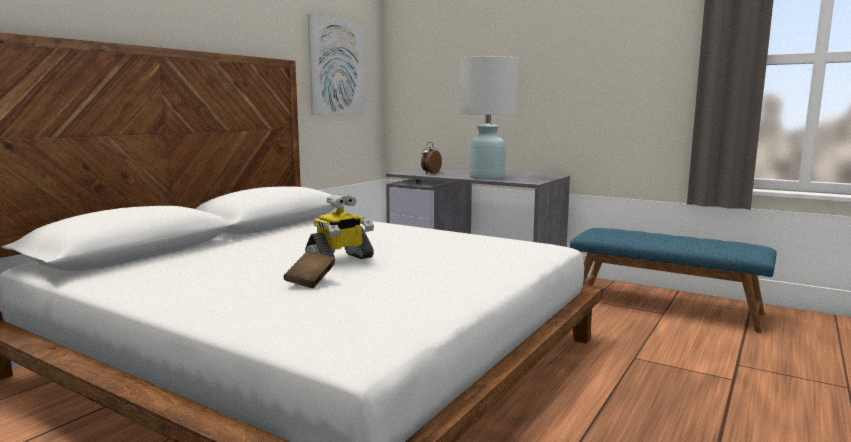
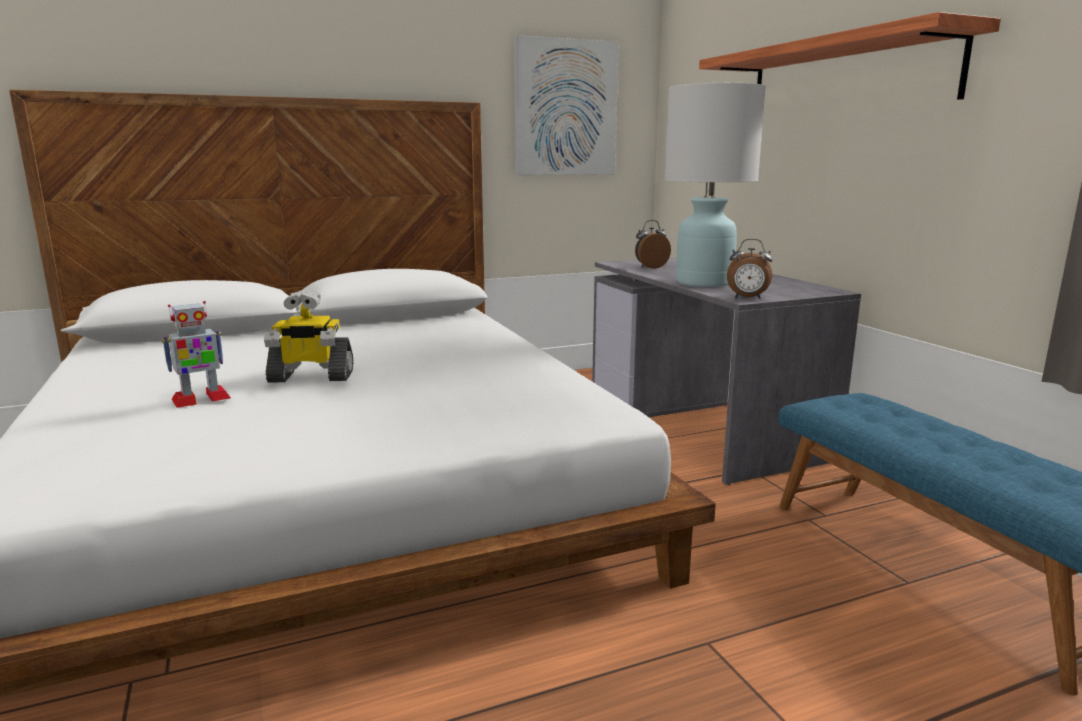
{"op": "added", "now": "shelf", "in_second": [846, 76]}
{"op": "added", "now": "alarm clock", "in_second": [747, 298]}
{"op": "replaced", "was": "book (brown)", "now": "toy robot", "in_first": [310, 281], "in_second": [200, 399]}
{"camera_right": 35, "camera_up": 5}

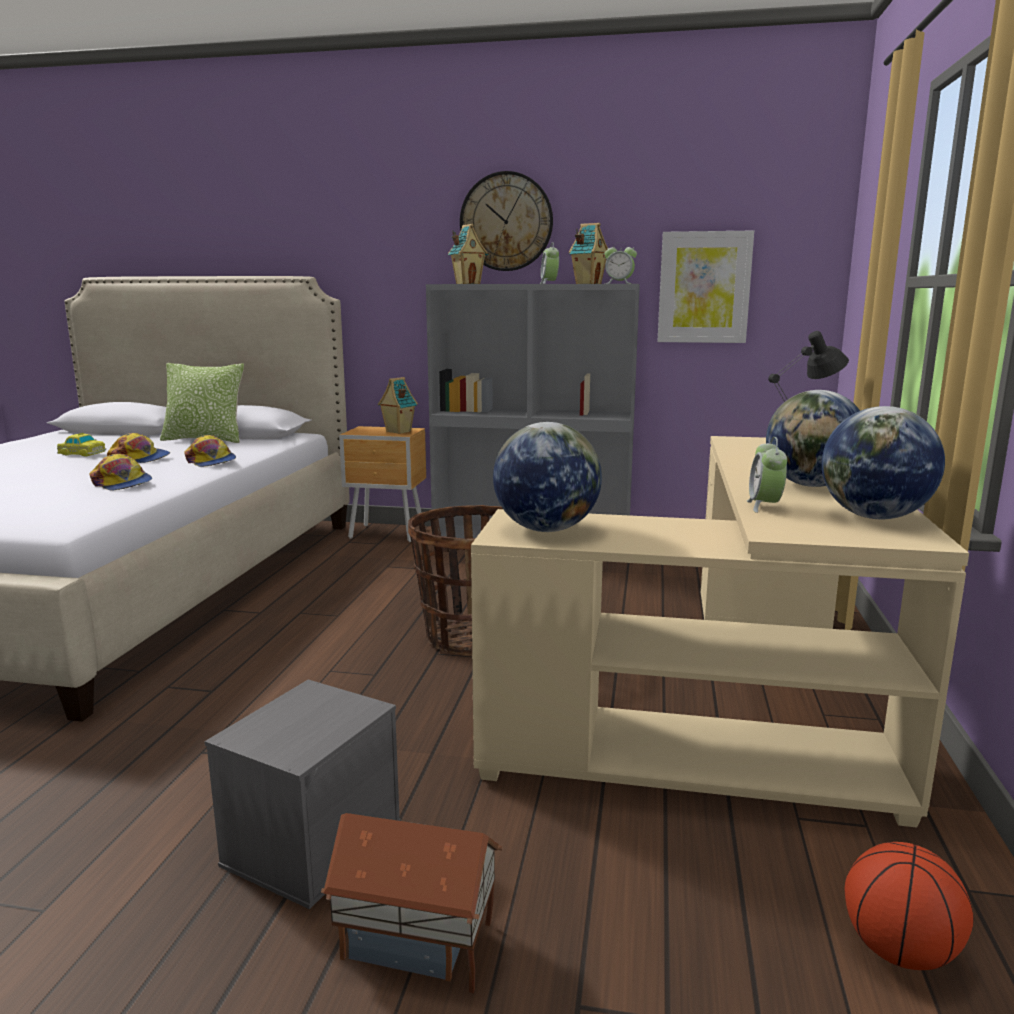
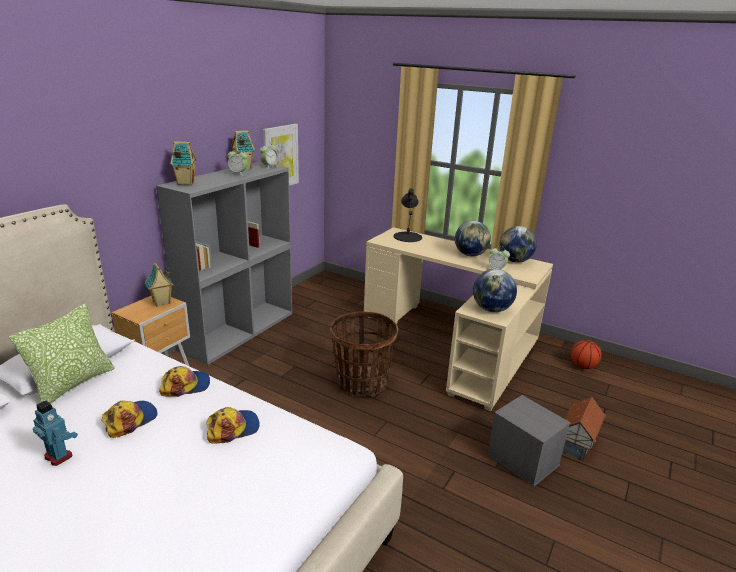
{"op": "removed", "was": "wall clock", "in_first": [506, 222]}
{"op": "replaced", "was": "toy car", "now": "toy robot", "in_first": [81, 453], "in_second": [59, 456]}
{"camera_right": -70, "camera_up": 10}

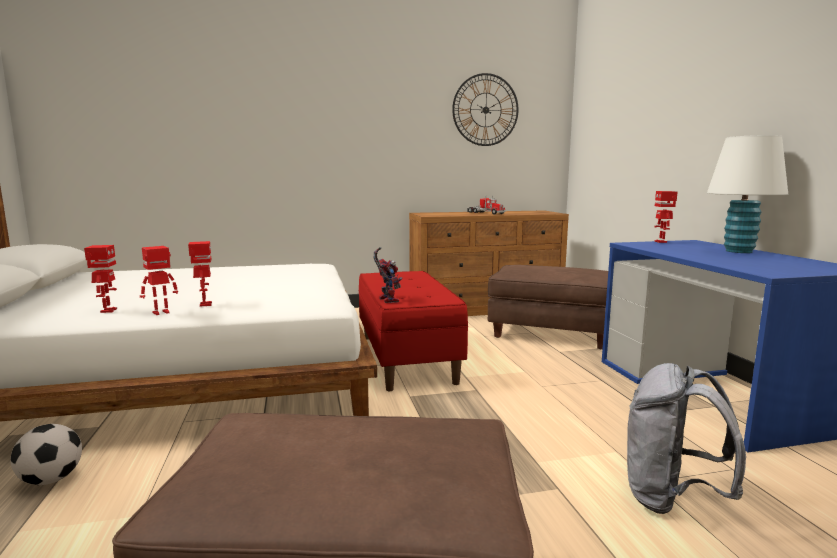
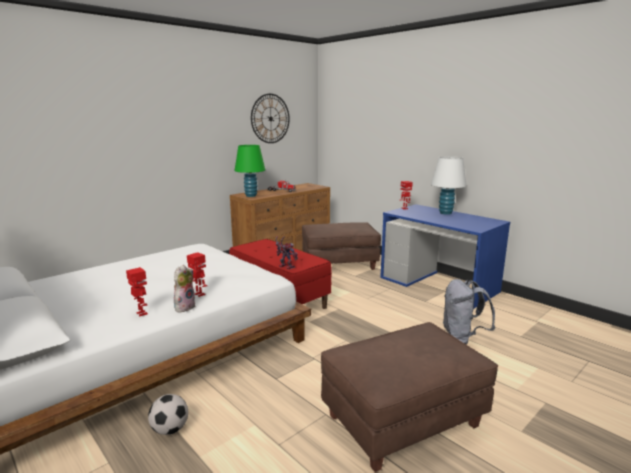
{"op": "added", "now": "table lamp (green)", "in_second": [251, 195]}
{"op": "replaced", "was": "toy robot", "now": "plush toy", "in_first": [161, 313], "in_second": [184, 307]}
{"camera_right": -30, "camera_up": 5}

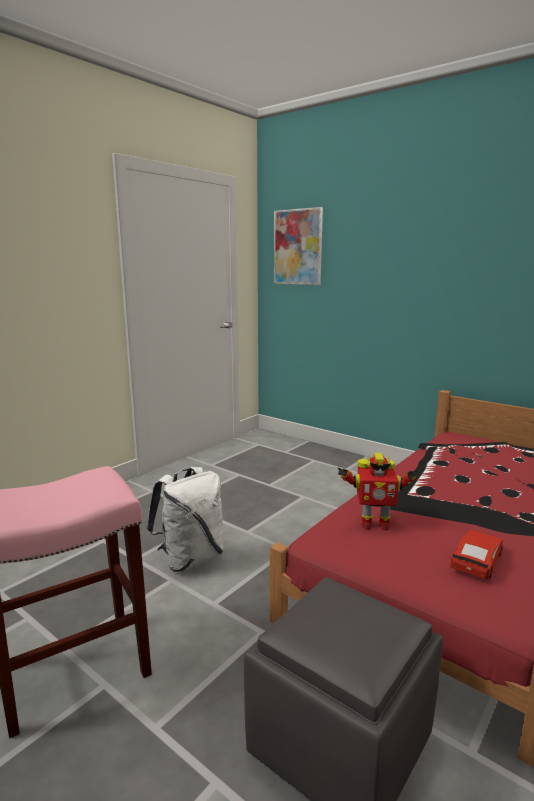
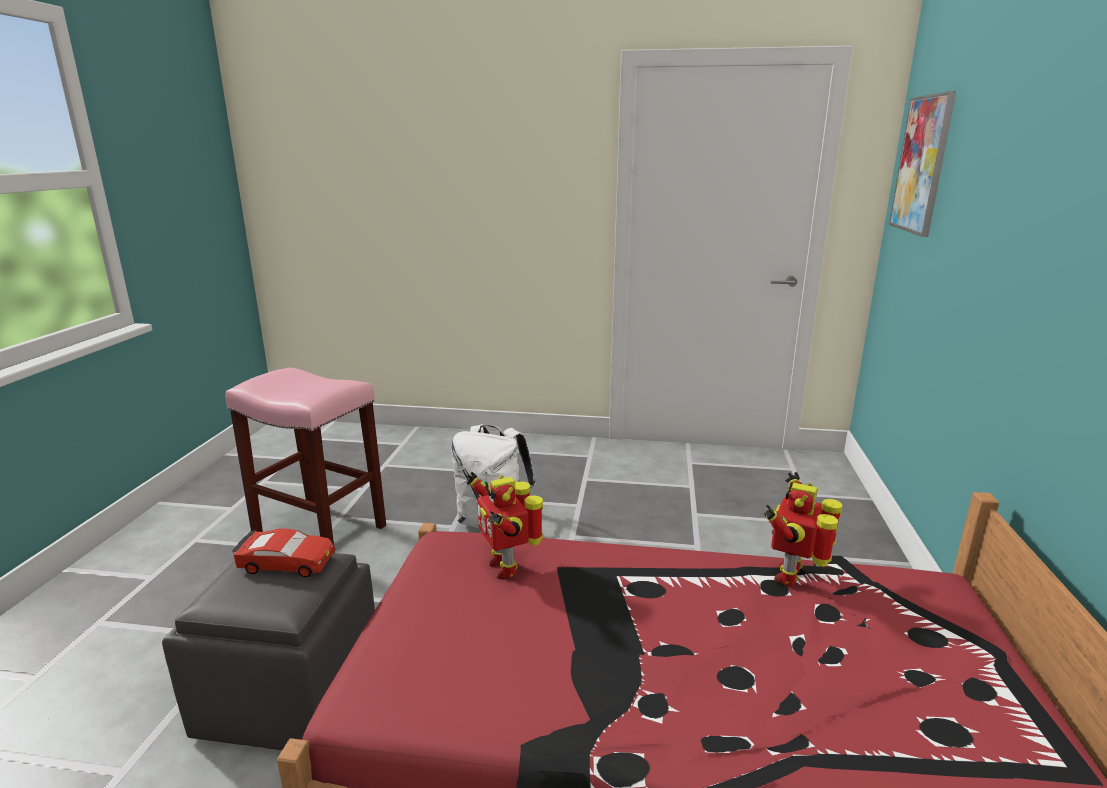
{"op": "added", "now": "toy robot", "in_second": [791, 575]}
{"op": "moved", "was": "toy car (red)", "in_first": [476, 561], "in_second": [286, 563]}
{"camera_right": 60, "camera_up": 5}

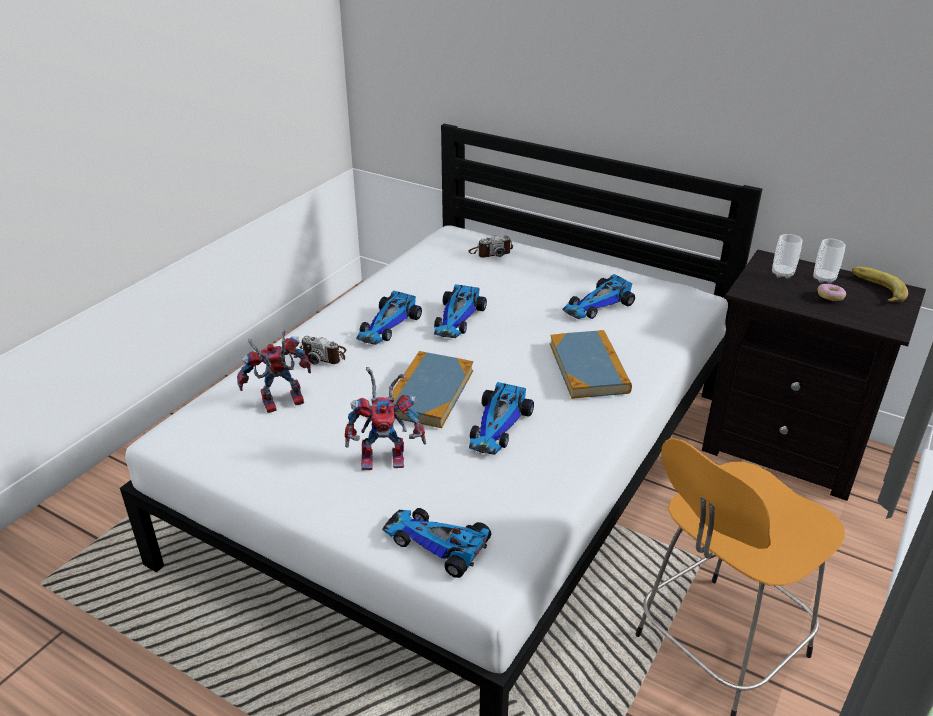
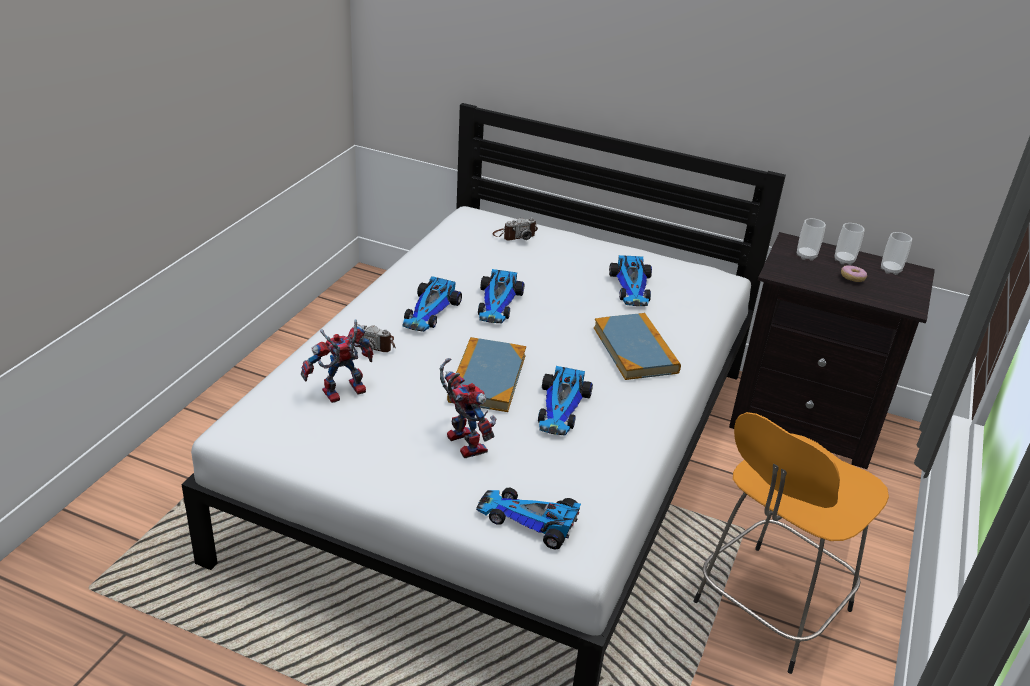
{"op": "replaced", "was": "banana", "now": "cup", "in_first": [875, 289], "in_second": [890, 270]}
{"op": "turned", "was": "toy robot", "in_first": [387, 457], "in_second": [461, 442], "clockwise": -105}
{"op": "turned", "was": "toy car", "in_first": [598, 305], "in_second": [632, 288], "clockwise": -45}
{"camera_right": -10, "camera_up": 0}

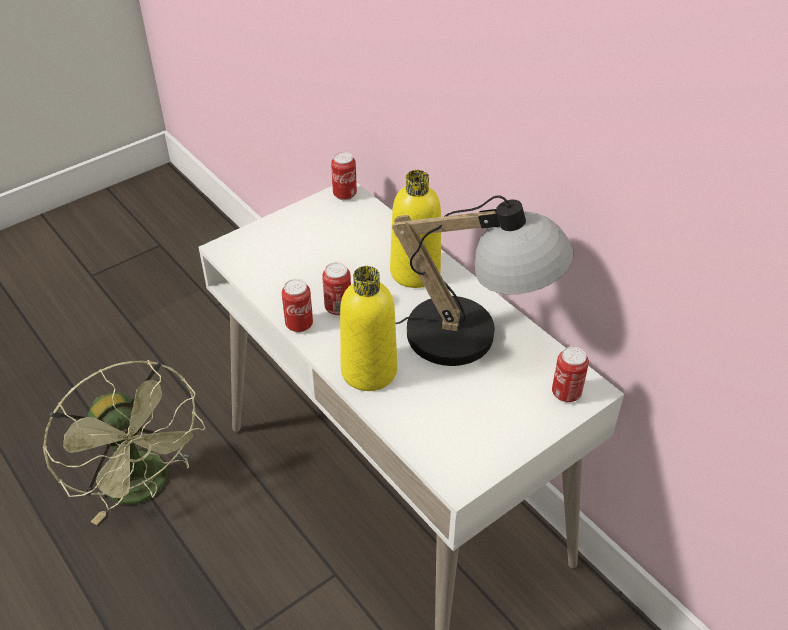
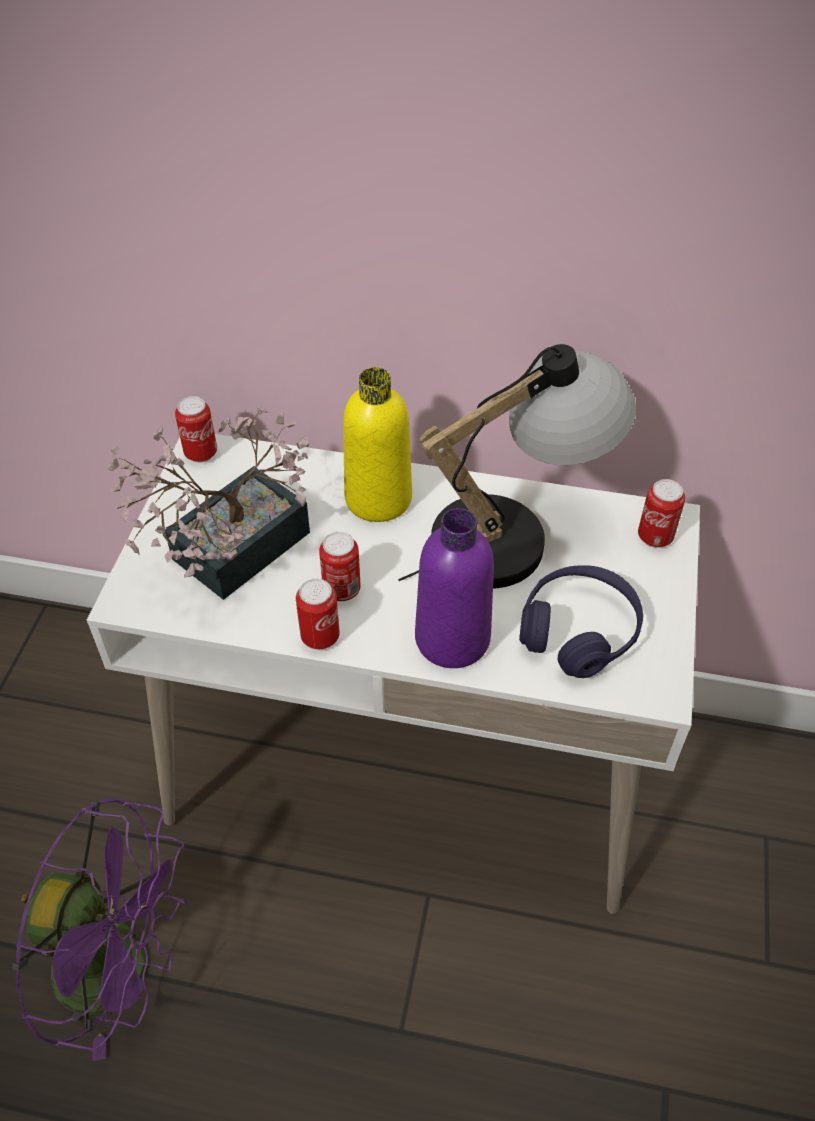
{"op": "added", "now": "potted plant", "in_second": [228, 554]}
{"op": "added", "now": "headphones (purple)", "in_second": [578, 631]}
{"op": "recoloured", "was": "fan (green)", "now": "fan (purple)", "in_first": [145, 488], "in_second": [123, 968]}
{"op": "recoloured", "was": "bottle (yellow)", "now": "bottle (purple)", "in_first": [369, 371], "in_second": [452, 639]}
{"camera_right": -40, "camera_up": 5}

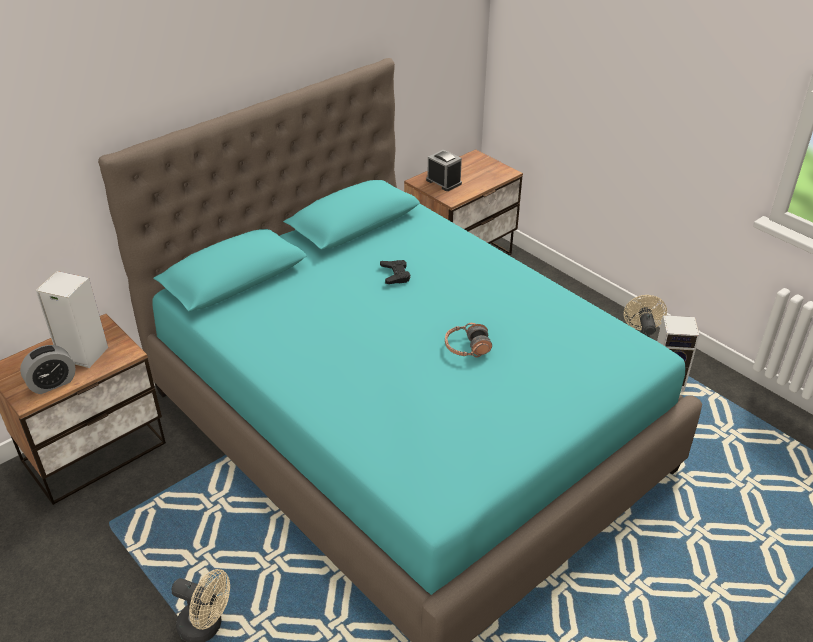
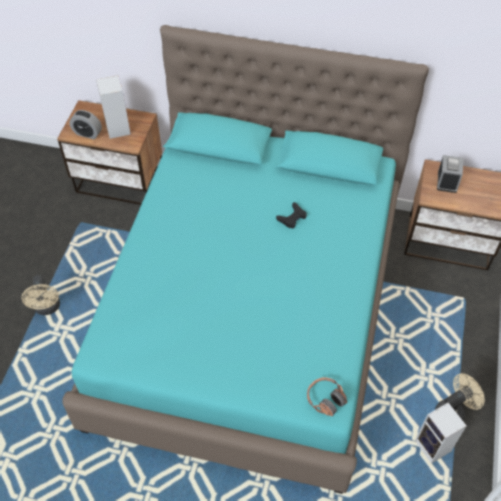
{"op": "moved", "was": "headphones", "in_first": [467, 348], "in_second": [325, 399]}
{"camera_right": 55, "camera_up": 15}

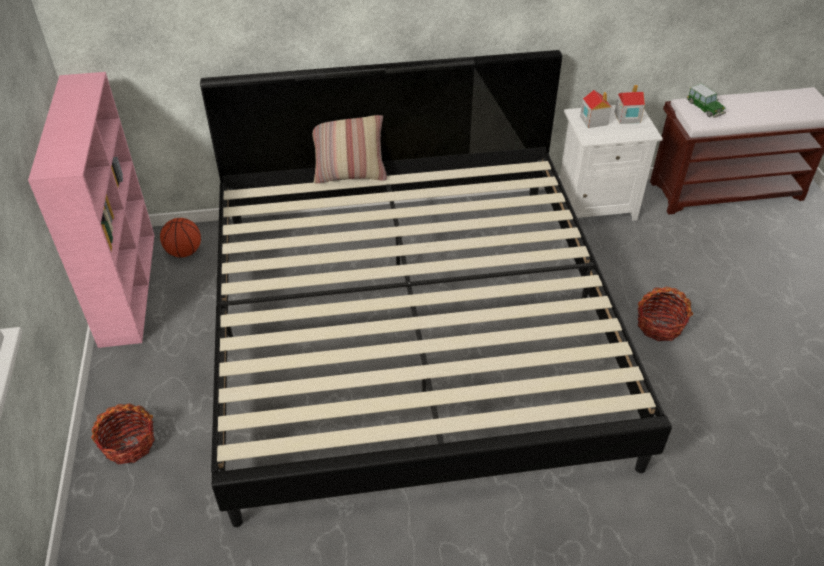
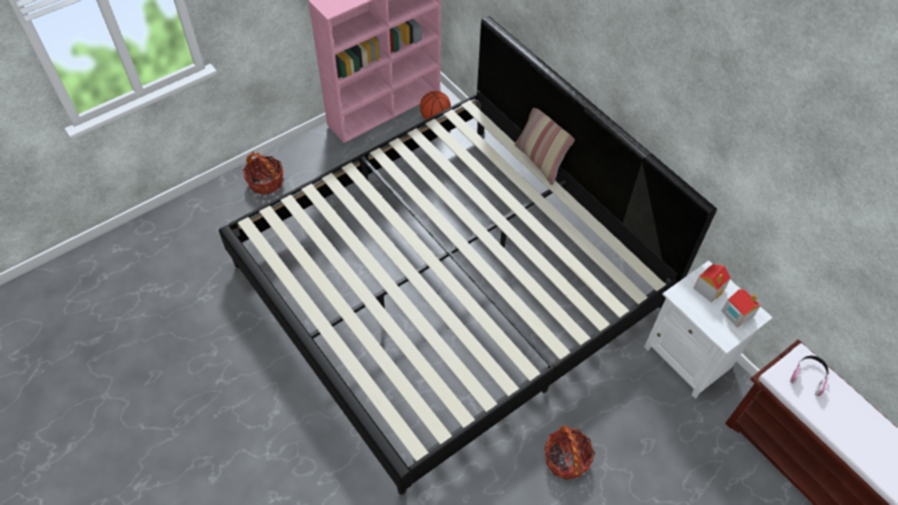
{"op": "replaced", "was": "toy car", "now": "headphones", "in_first": [705, 108], "in_second": [809, 376]}
{"camera_right": 60, "camera_up": 10}

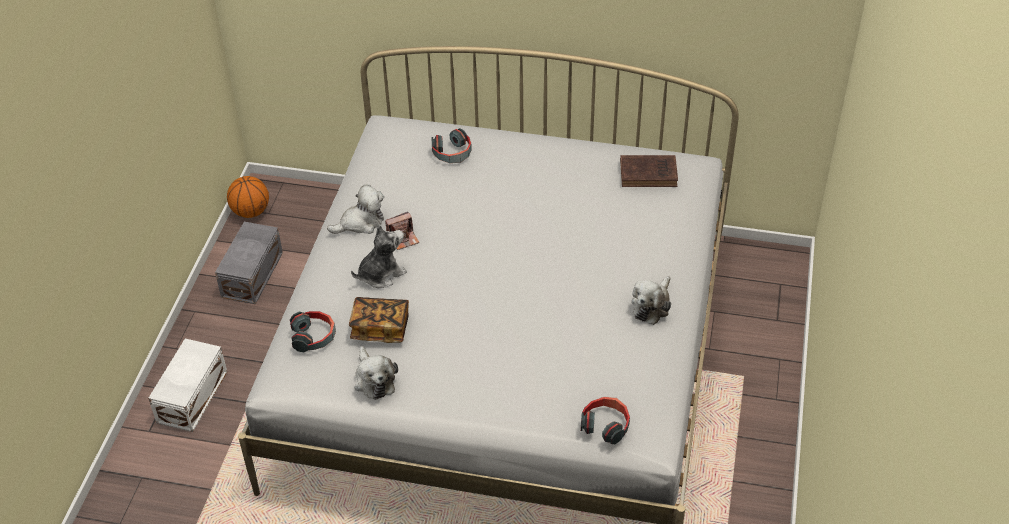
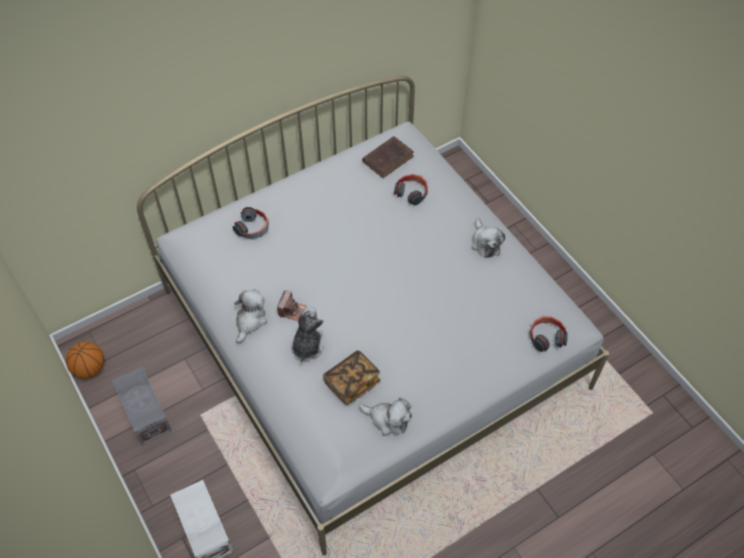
{"op": "moved", "was": "headphones", "in_first": [314, 337], "in_second": [412, 193]}
{"camera_right": -45, "camera_up": 10}

